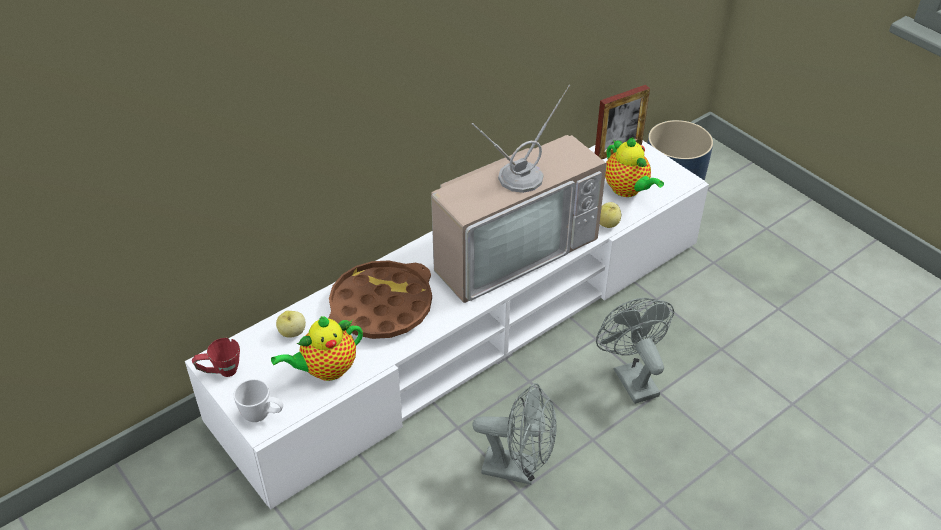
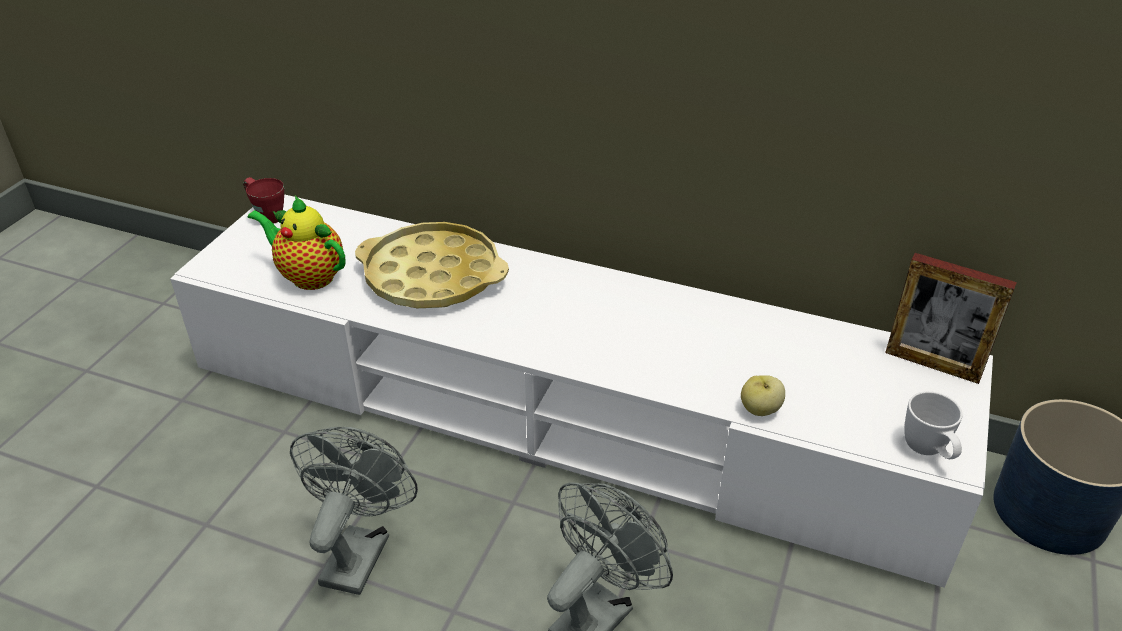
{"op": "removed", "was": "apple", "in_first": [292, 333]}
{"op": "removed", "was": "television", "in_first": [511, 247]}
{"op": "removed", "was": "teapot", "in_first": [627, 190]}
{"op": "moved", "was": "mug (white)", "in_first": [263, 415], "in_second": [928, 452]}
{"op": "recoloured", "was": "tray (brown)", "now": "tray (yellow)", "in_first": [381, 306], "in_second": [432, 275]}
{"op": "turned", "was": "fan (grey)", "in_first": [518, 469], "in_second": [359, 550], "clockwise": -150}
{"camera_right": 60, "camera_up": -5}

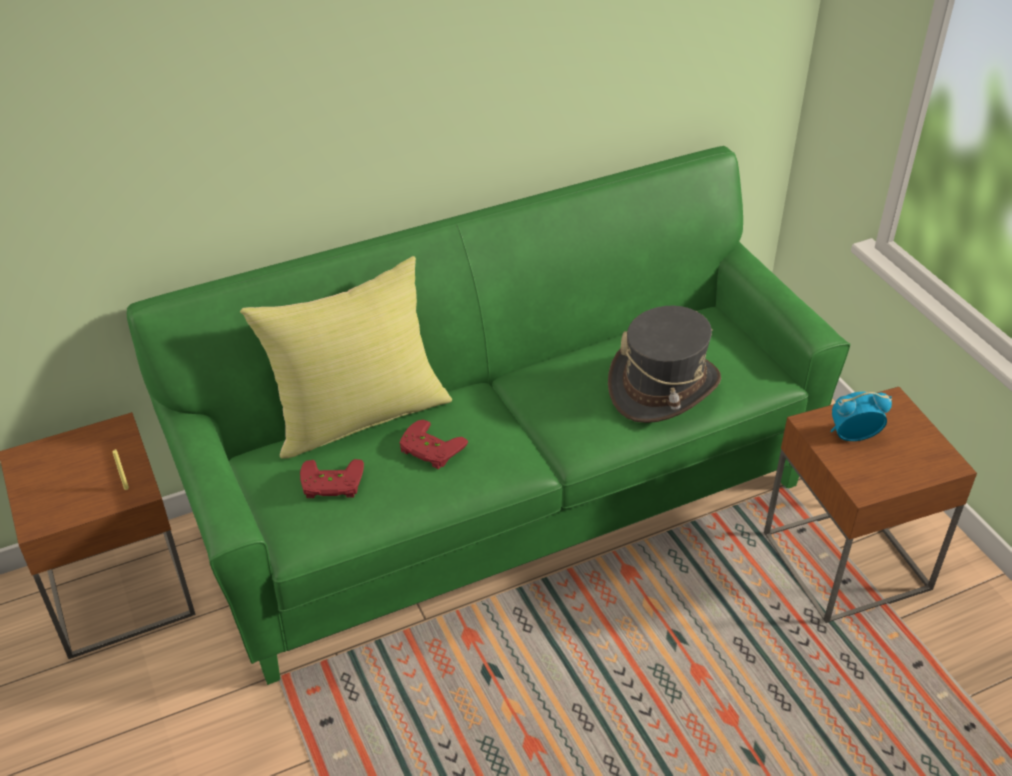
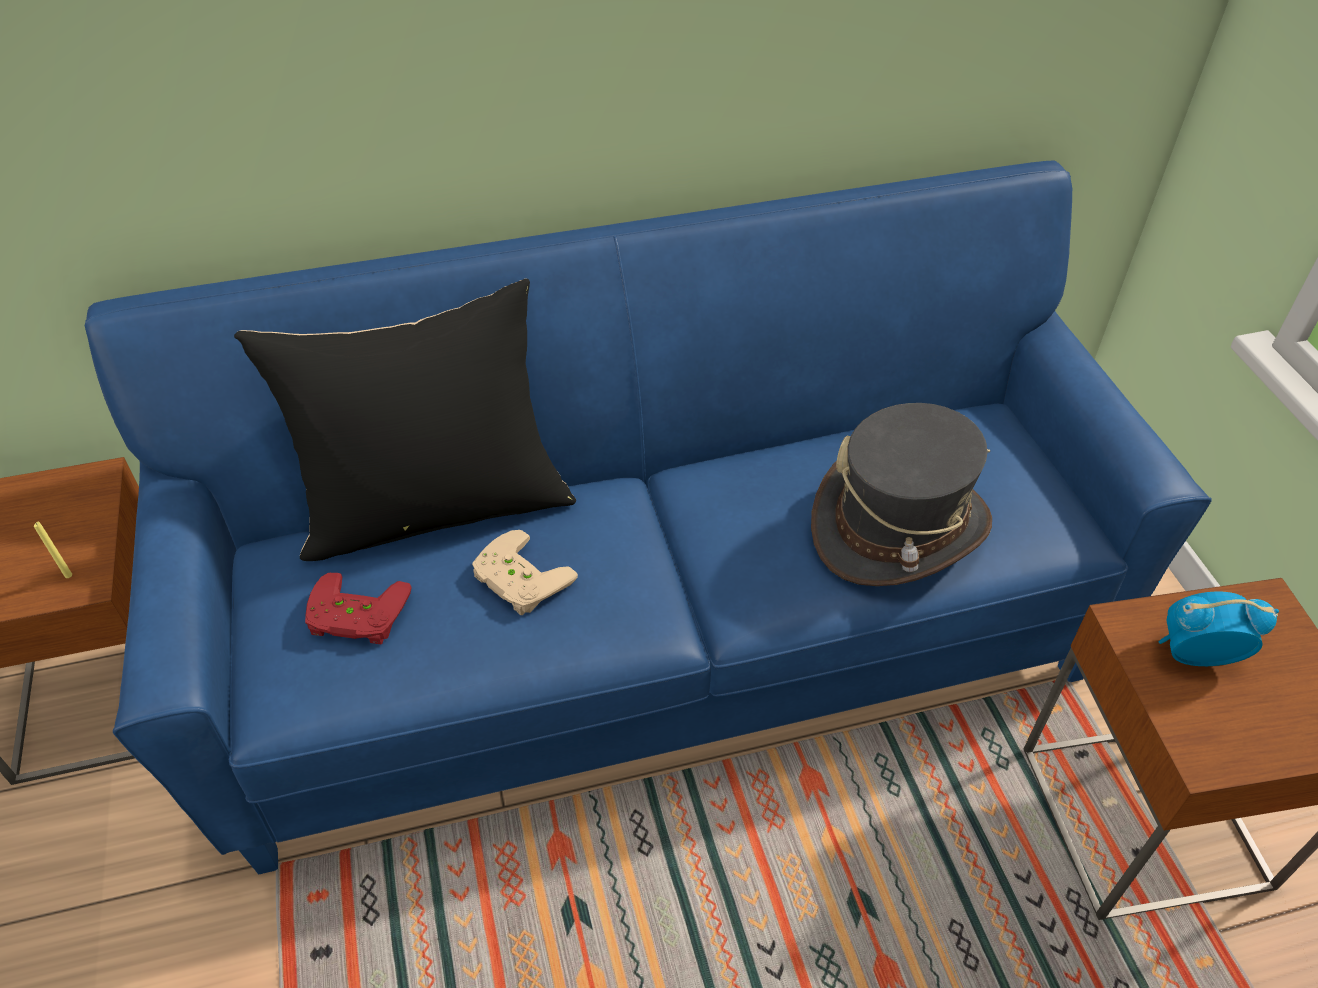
{"op": "recoloured", "was": "sofa (green)", "now": "sofa (blue)", "in_first": [505, 505], "in_second": [657, 645]}
{"op": "recoloured", "was": "pillow (yellow)", "now": "pillow (black)", "in_first": [359, 415], "in_second": [435, 506]}
{"op": "recoloured", "was": "game controller (red)", "now": "game controller (beige)", "in_first": [429, 450], "in_second": [517, 580]}
{"camera_right": 10, "camera_up": 5}

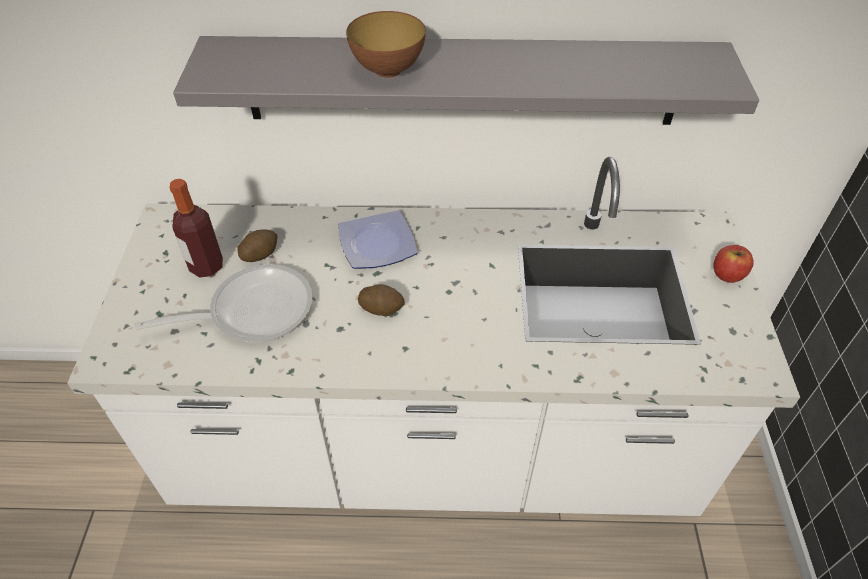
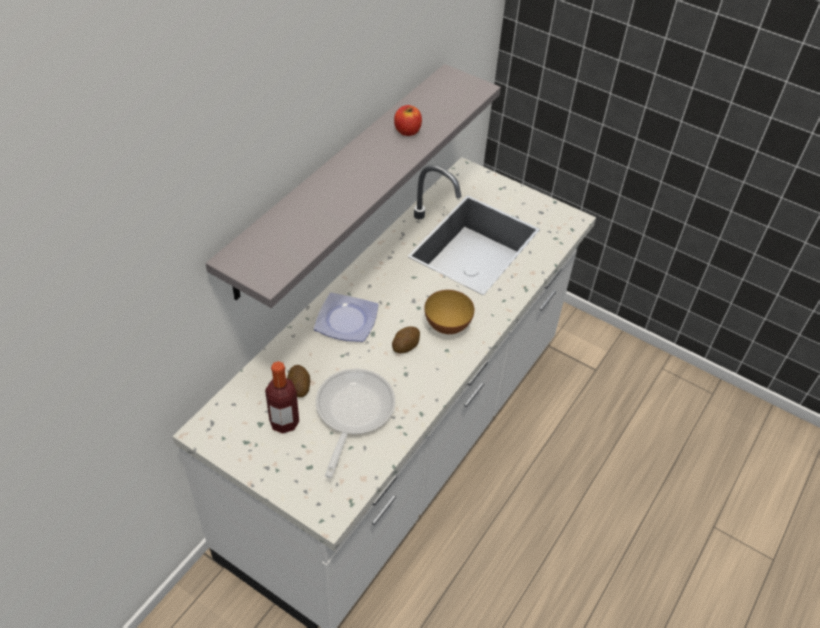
{"op": "moved", "was": "bowl", "in_first": [388, 70], "in_second": [447, 326]}
{"op": "moved", "was": "apple", "in_first": [727, 274], "in_second": [407, 131]}
{"camera_right": -60, "camera_up": 0}

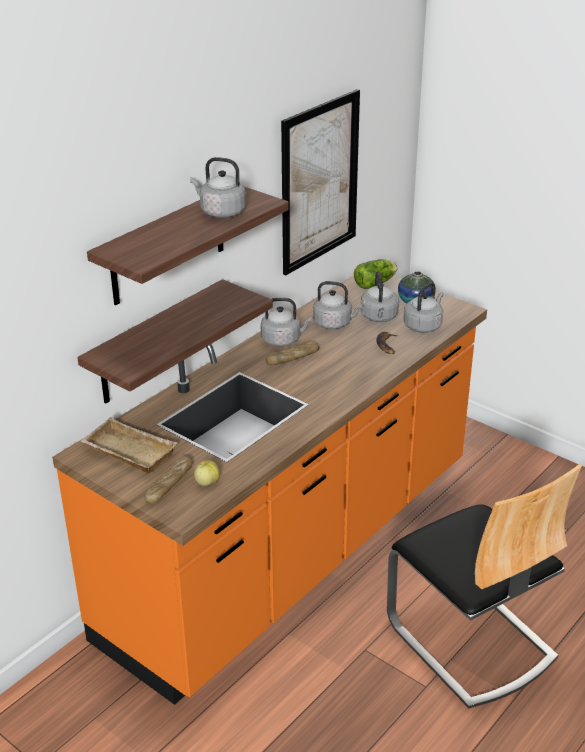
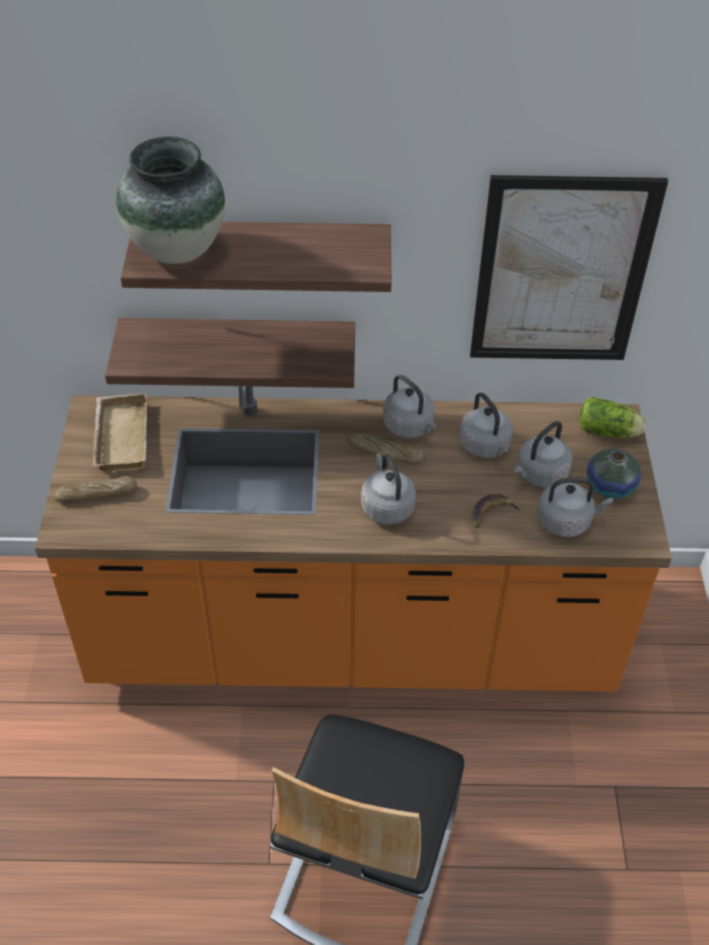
{"op": "removed", "was": "apple", "in_first": [207, 482]}
{"op": "added", "now": "vase", "in_second": [176, 250]}
{"op": "moved", "was": "kettle (grey)", "in_first": [220, 212], "in_second": [386, 506]}
{"camera_right": 50, "camera_up": 15}

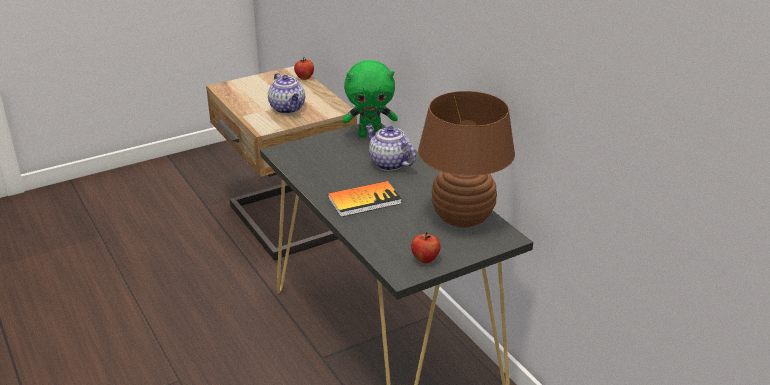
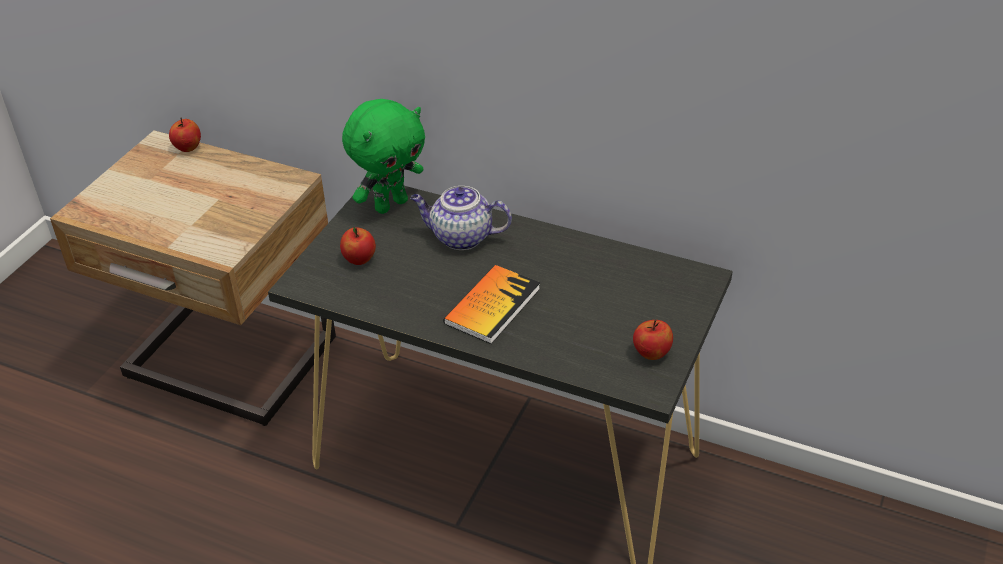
{"op": "removed", "was": "teapot", "in_first": [288, 109]}
{"op": "removed", "was": "table lamp (brown)", "in_first": [462, 218]}
{"op": "added", "now": "apple", "in_second": [359, 259]}
{"camera_right": -35, "camera_up": 10}

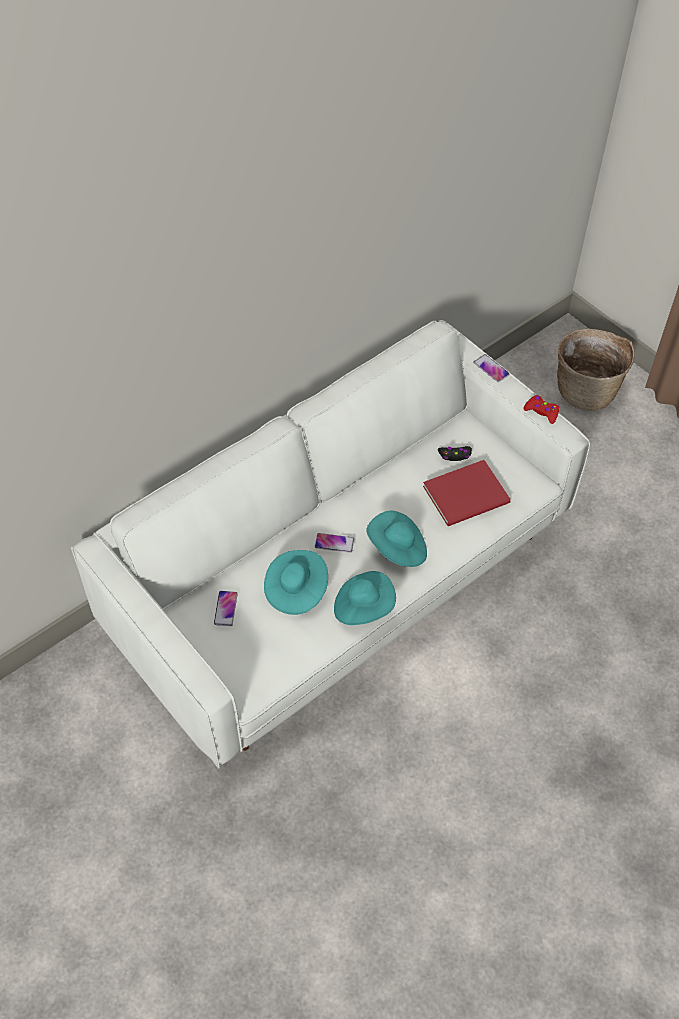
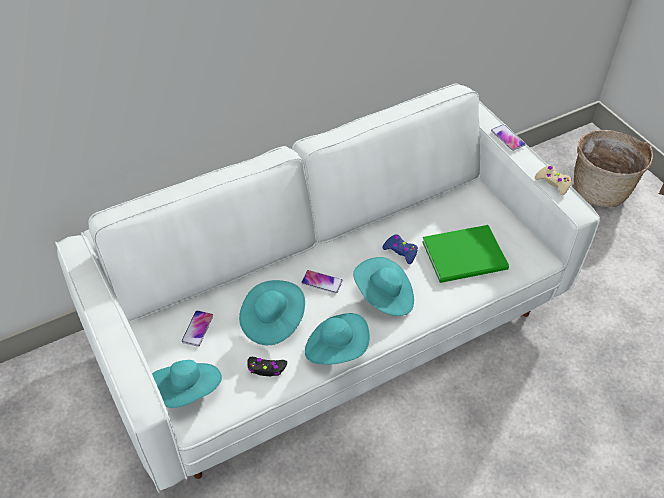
{"op": "added", "now": "hat (turquoise)", "in_second": [188, 391]}
{"op": "added", "now": "game controller (blue)", "in_second": [400, 251]}
{"op": "moved", "was": "game controller (black)", "in_first": [455, 455], "in_second": [266, 369]}
{"op": "recoloured", "was": "book (red)", "now": "book (green)", "in_first": [469, 495], "in_second": [467, 256]}
{"op": "recoloured", "was": "game controller (red)", "now": "game controller (beige)", "in_first": [541, 411], "in_second": [553, 182]}
{"camera_right": 10, "camera_up": -5}

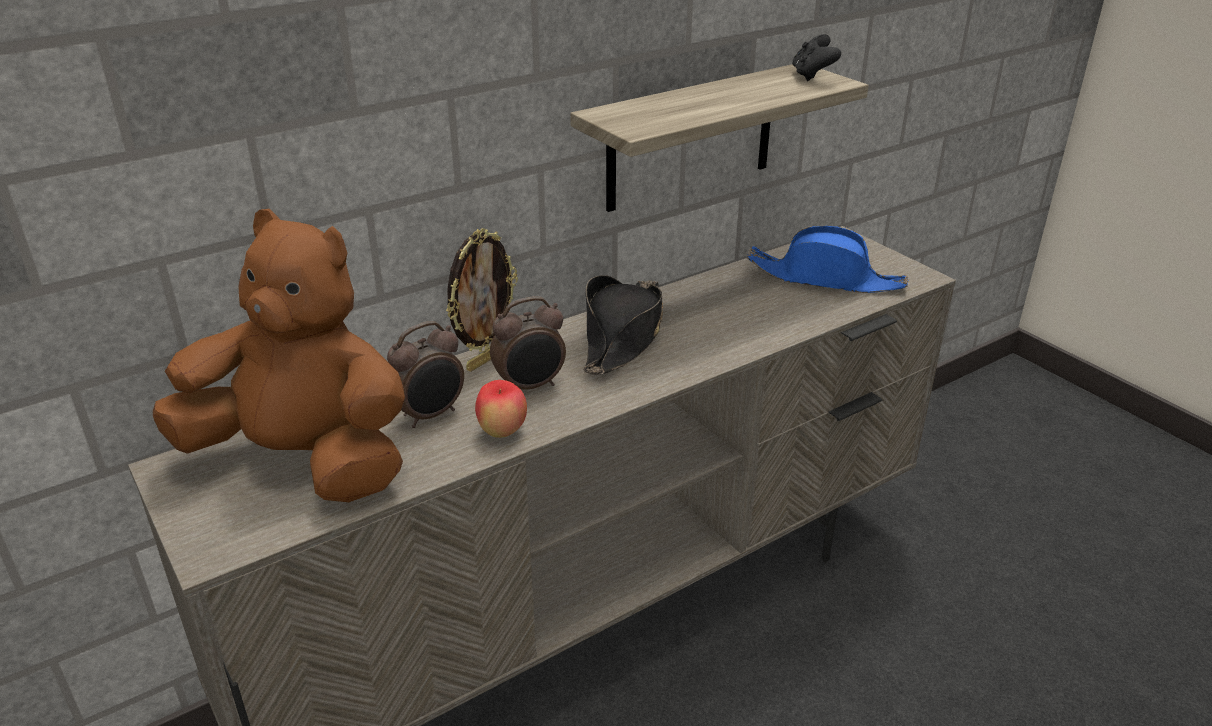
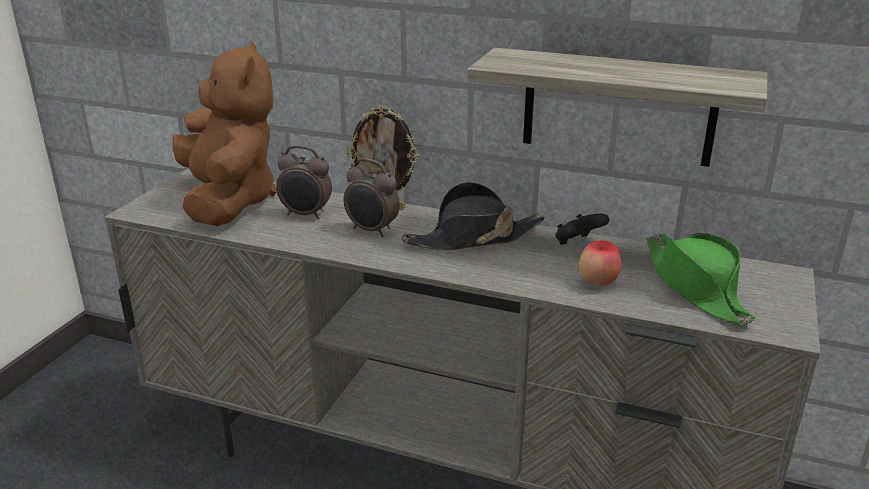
{"op": "moved", "was": "apple", "in_first": [502, 432], "in_second": [598, 283]}
{"op": "moved", "was": "game controller (black)", "in_first": [812, 76], "in_second": [577, 243]}
{"op": "recoloured", "was": "hat (blue)", "now": "hat (green)", "in_first": [825, 278], "in_second": [696, 287]}
{"camera_right": 55, "camera_up": -5}

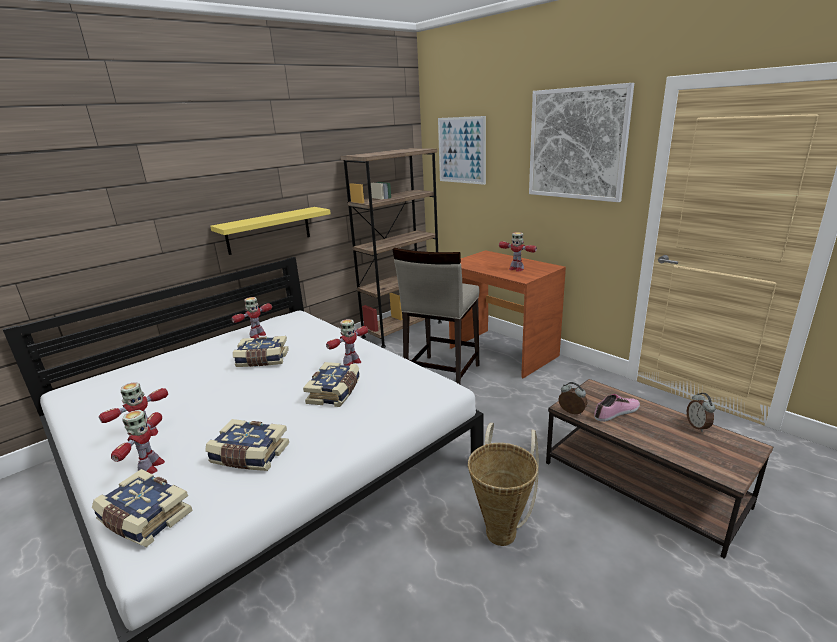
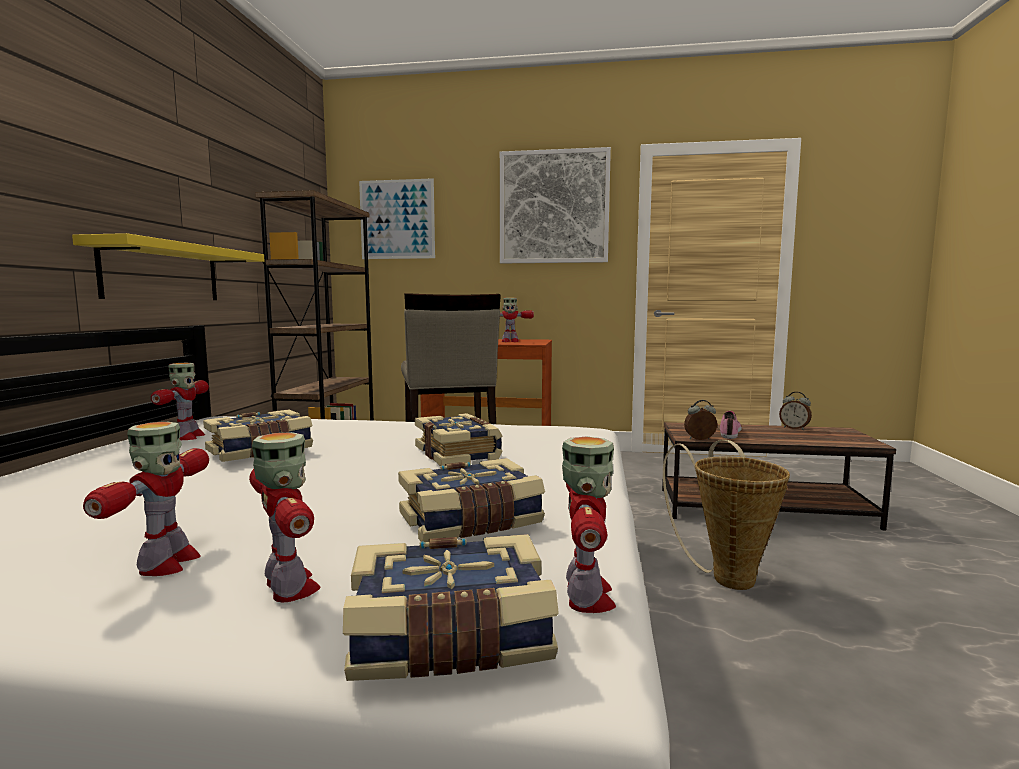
{"op": "moved", "was": "toy robot", "in_first": [351, 362], "in_second": [587, 597]}
{"camera_right": -40, "camera_up": -15}

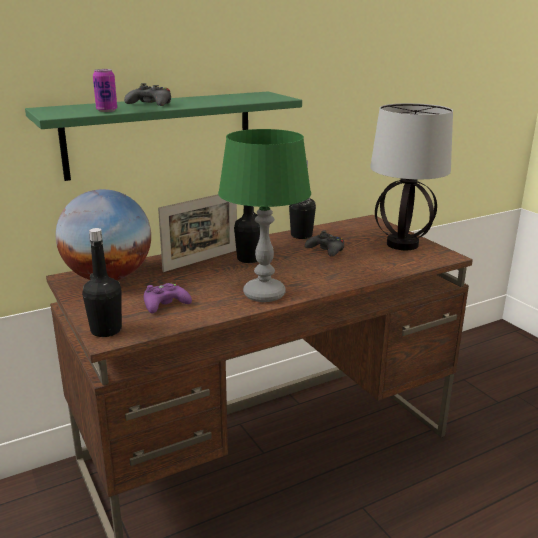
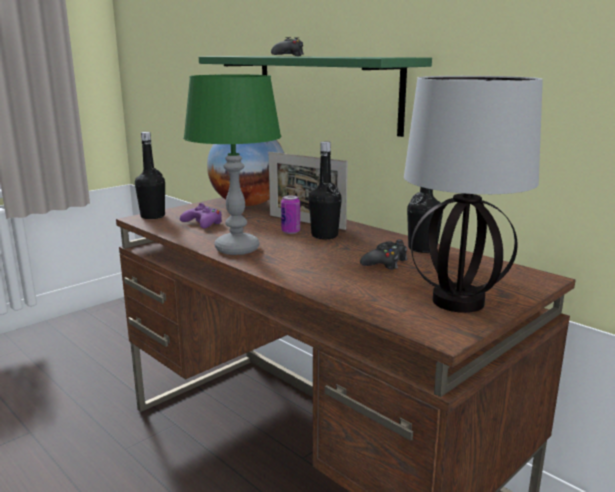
{"op": "moved", "was": "can", "in_first": [107, 110], "in_second": [290, 231]}
{"camera_right": 75, "camera_up": -5}

